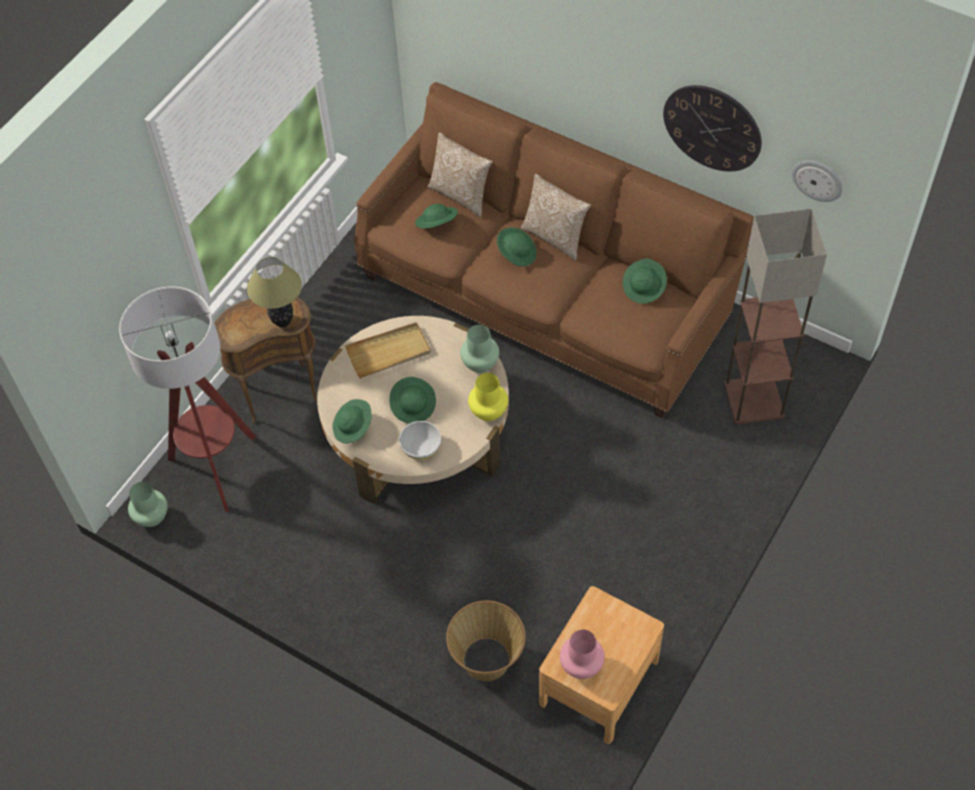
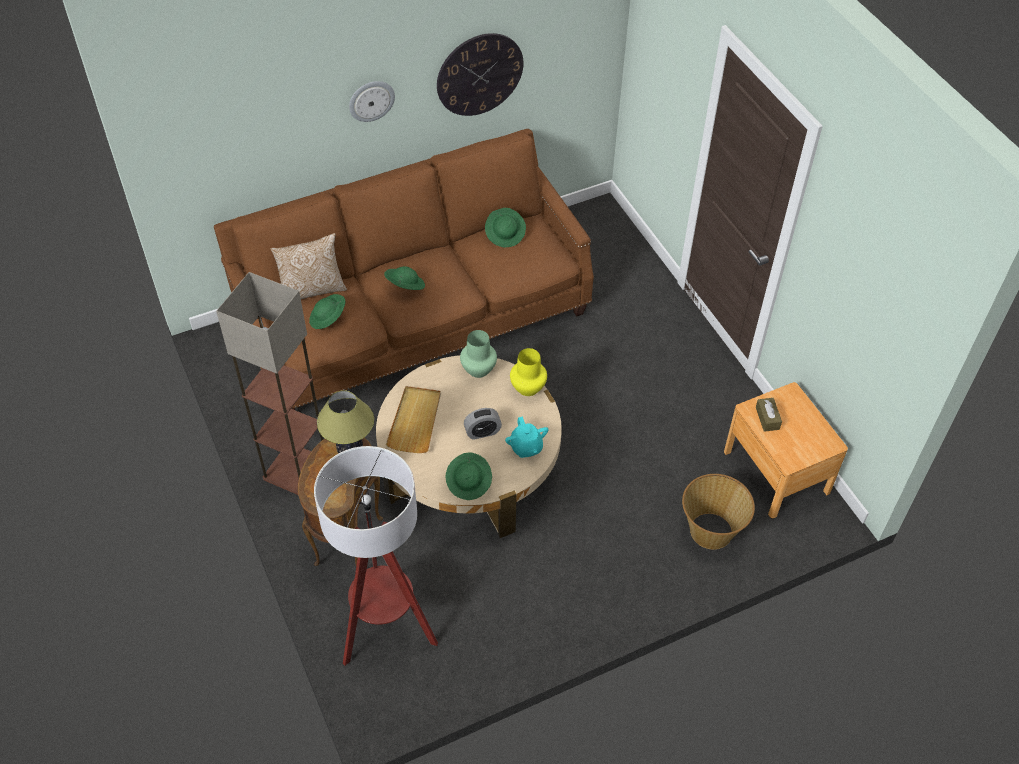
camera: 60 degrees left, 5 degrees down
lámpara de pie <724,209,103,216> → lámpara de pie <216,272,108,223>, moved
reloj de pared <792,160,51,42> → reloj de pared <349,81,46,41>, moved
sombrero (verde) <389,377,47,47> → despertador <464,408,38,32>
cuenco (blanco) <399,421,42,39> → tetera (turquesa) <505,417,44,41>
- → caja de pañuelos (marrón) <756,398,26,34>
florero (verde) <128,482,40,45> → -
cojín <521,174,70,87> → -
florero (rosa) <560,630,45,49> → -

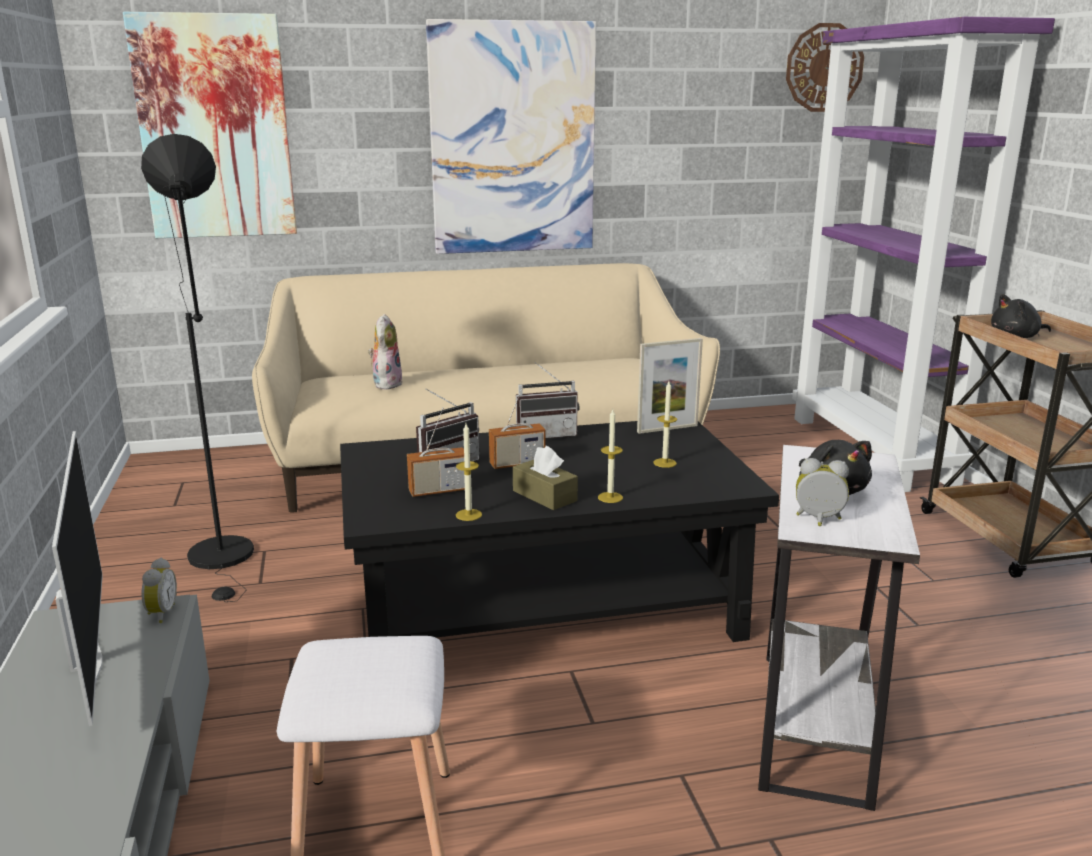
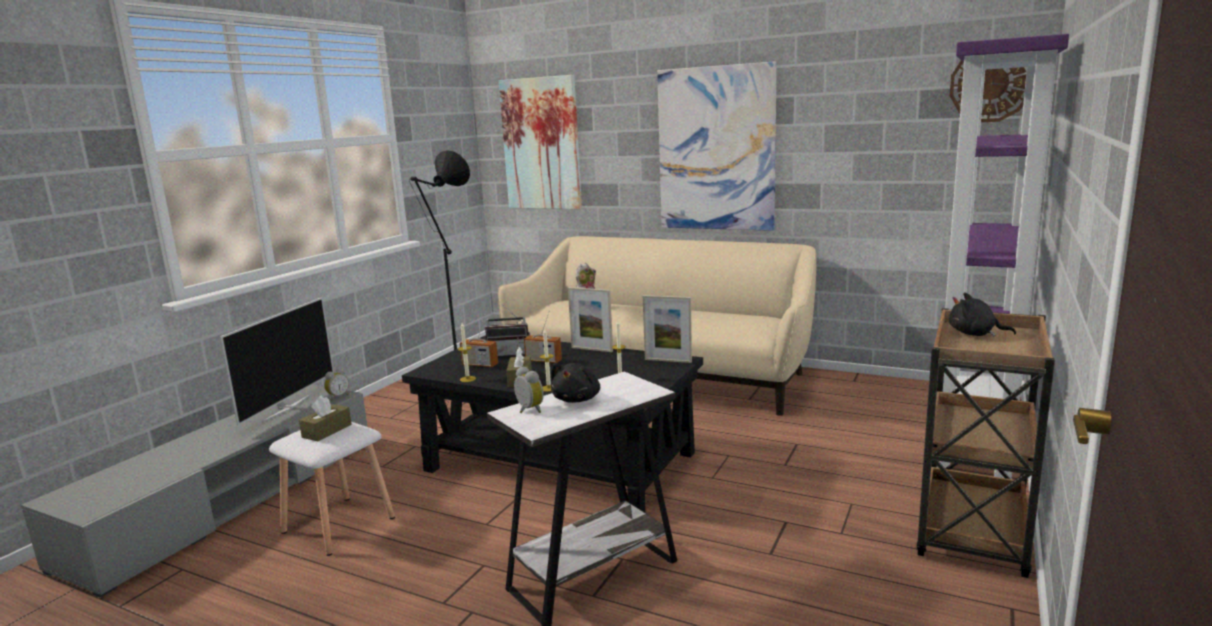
camera: 40 degrees right, 5 degrees down
- → caja de pañuelos (marrón) <299,396,53,45>
radio <516,362,64,76> → portarretratos <568,287,45,65>

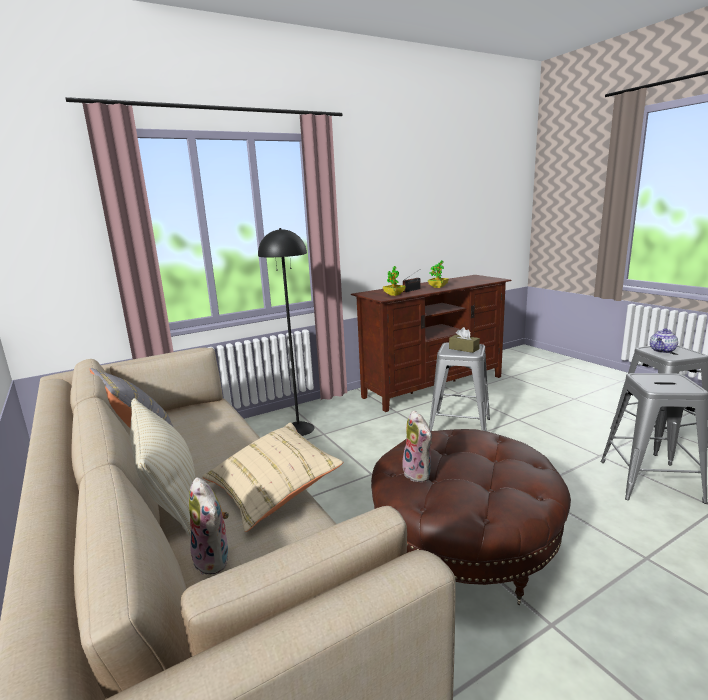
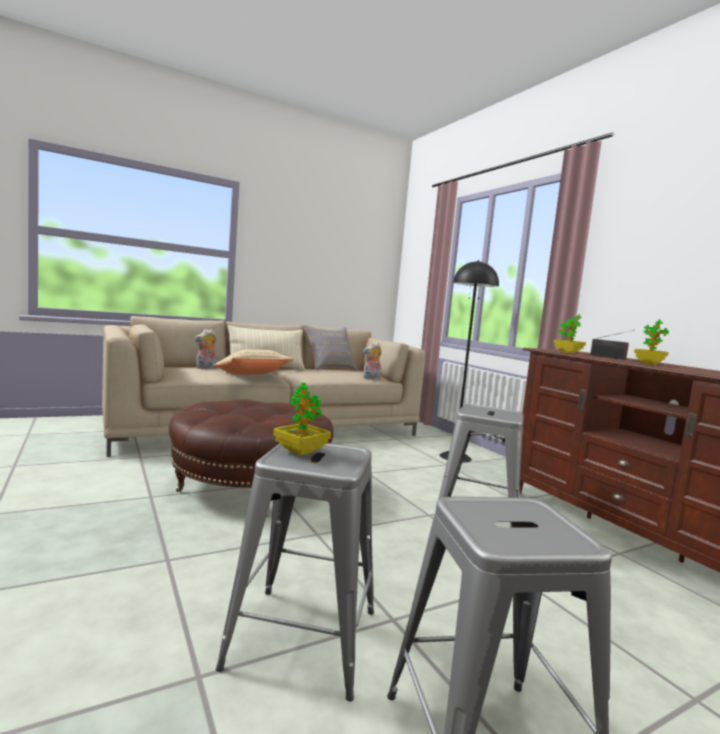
camera: 90 degrees right, 10 degrees down
- → planta en maceta <273,382,58,73>
peluche <402,410,30,72> → peluche <363,343,19,36>, moved
caja de pañuelos (marrón) <449,327,31,26> → -
tetera <650,328,28,25> → -

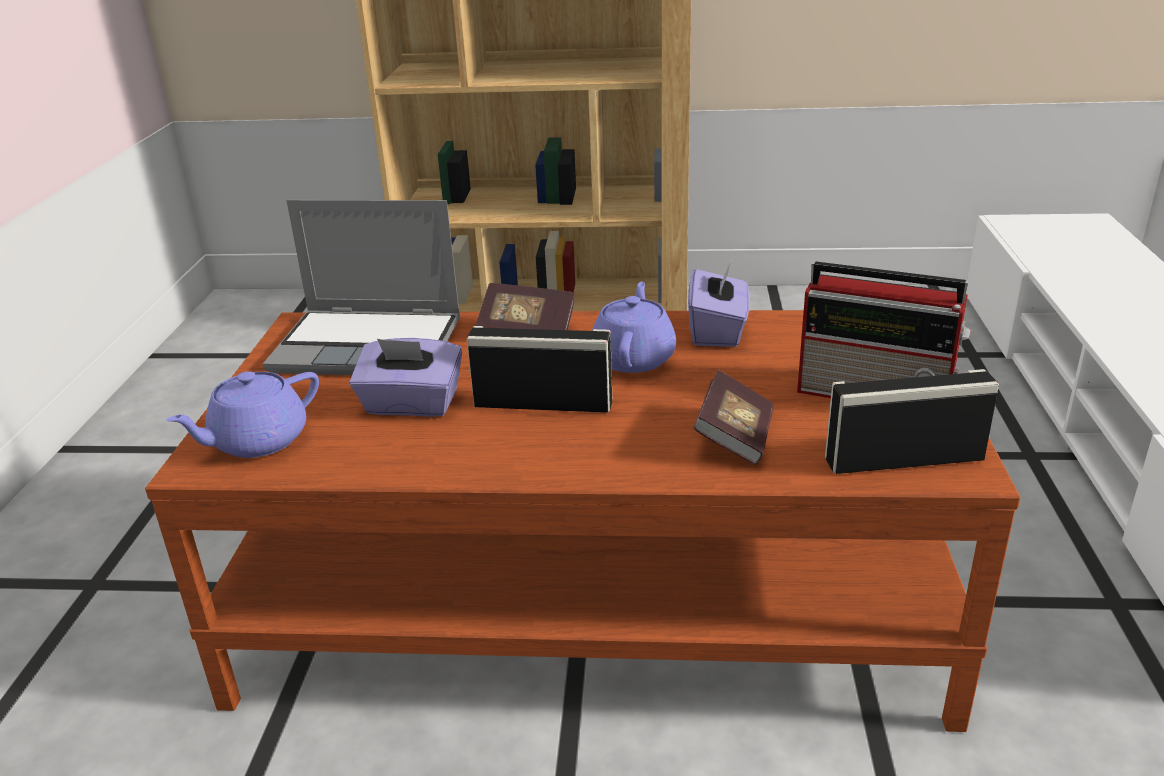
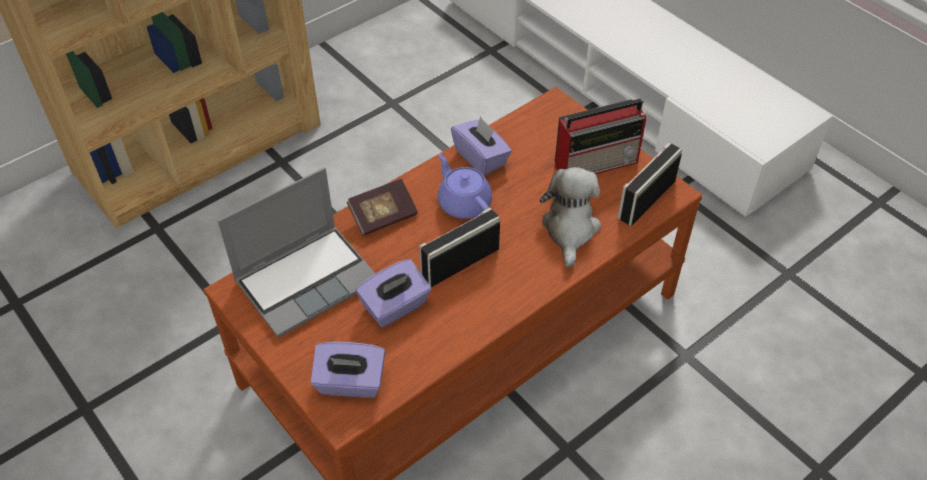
camera: 45 degrees left, 20 degrees up
tetera (morado) <166,371,153,87> → caja de pañuelos (morado) <310,342,75,56>
libro <694,370,80,95> → peluche <540,167,61,100>

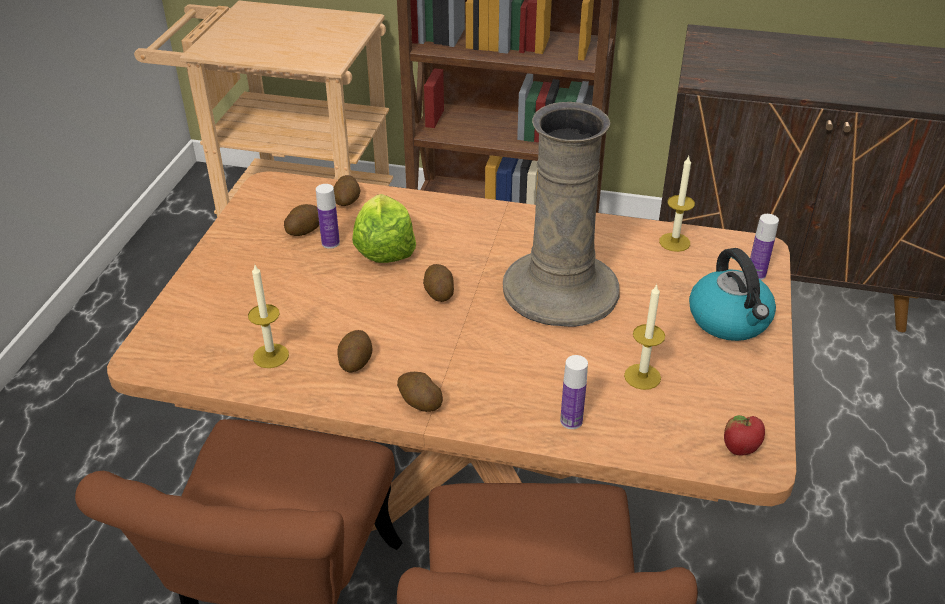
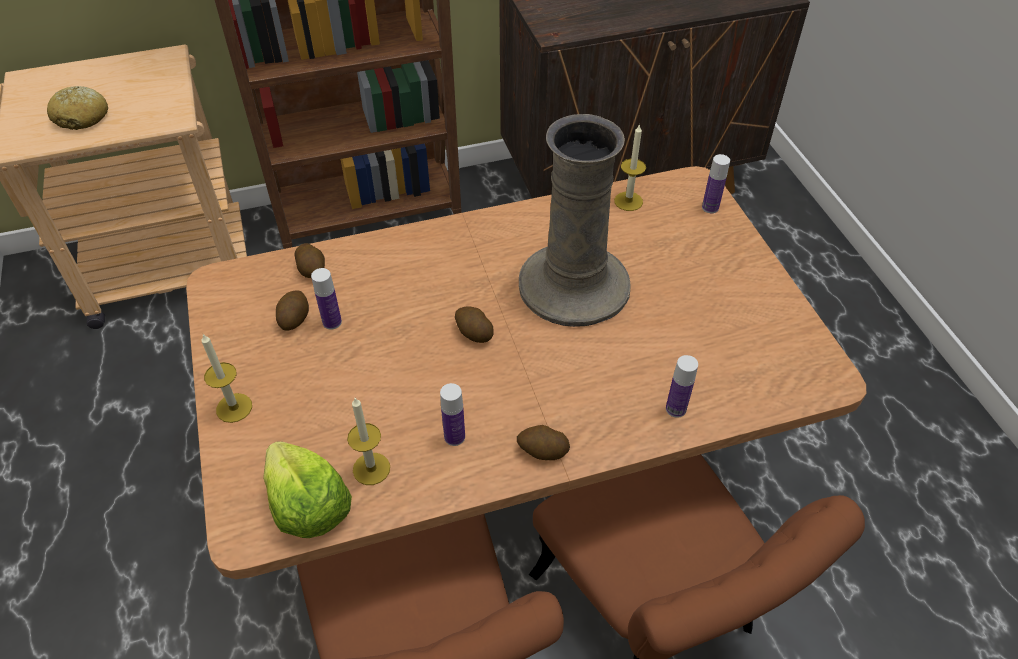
camera: 30 degrees left, 10 degrees up
- → pan <47,86,61,44>
vela <624,284,41,106> → vela <201,334,51,89>, moved
lechuga <352,194,64,69> → lechuga <263,441,89,97>, moved
patata <337,330,36,42> → botella <440,383,25,63>
hervidor <689,248,87,93> → -
manzana <724,415,41,40> → -

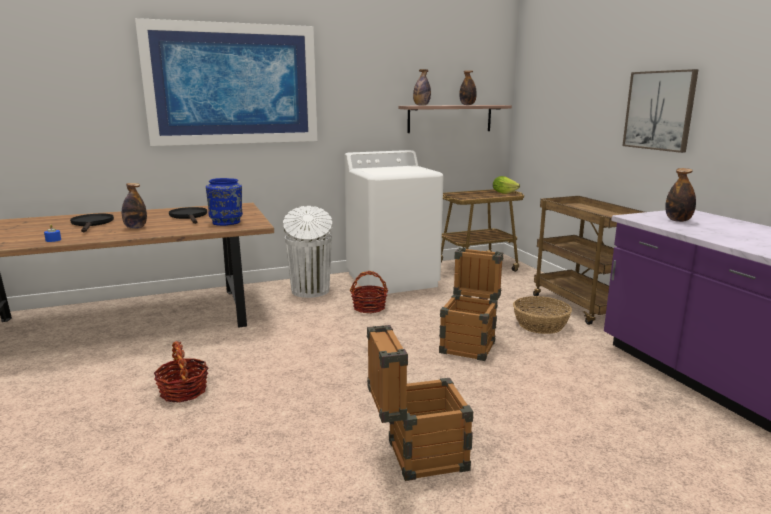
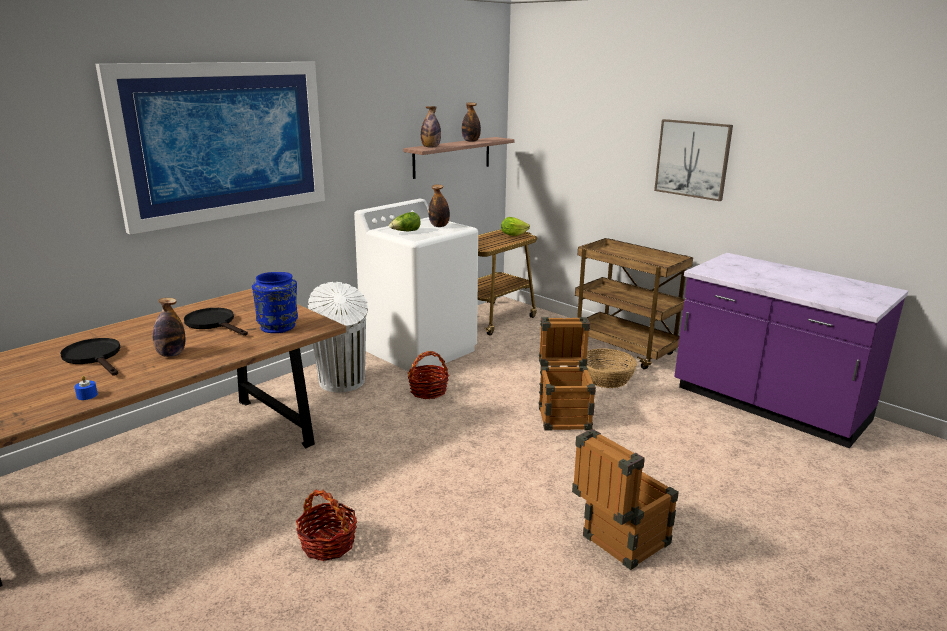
camera: 25 degrees left, 5 degrees up
- → lechuga <389,212,32,19>
botella <665,168,31,54> → botella <428,185,22,42>, moved

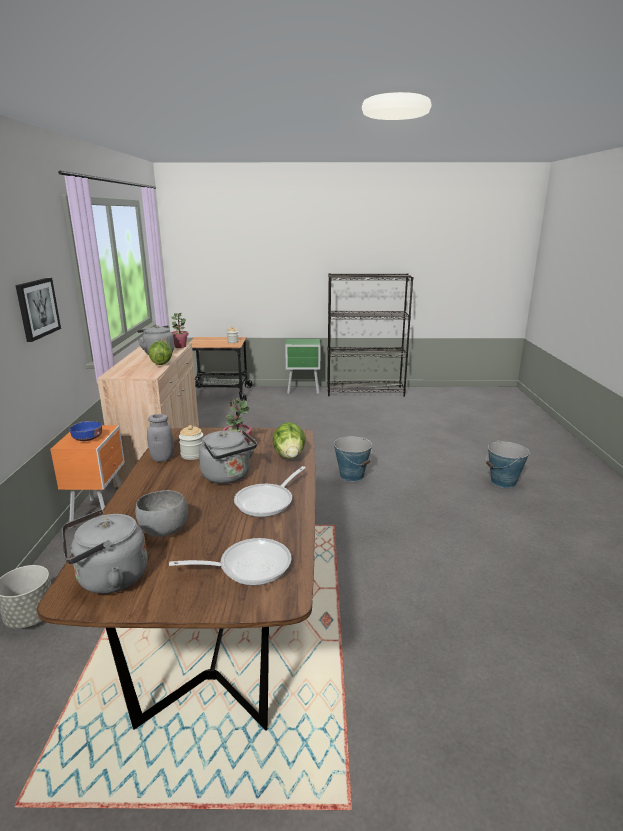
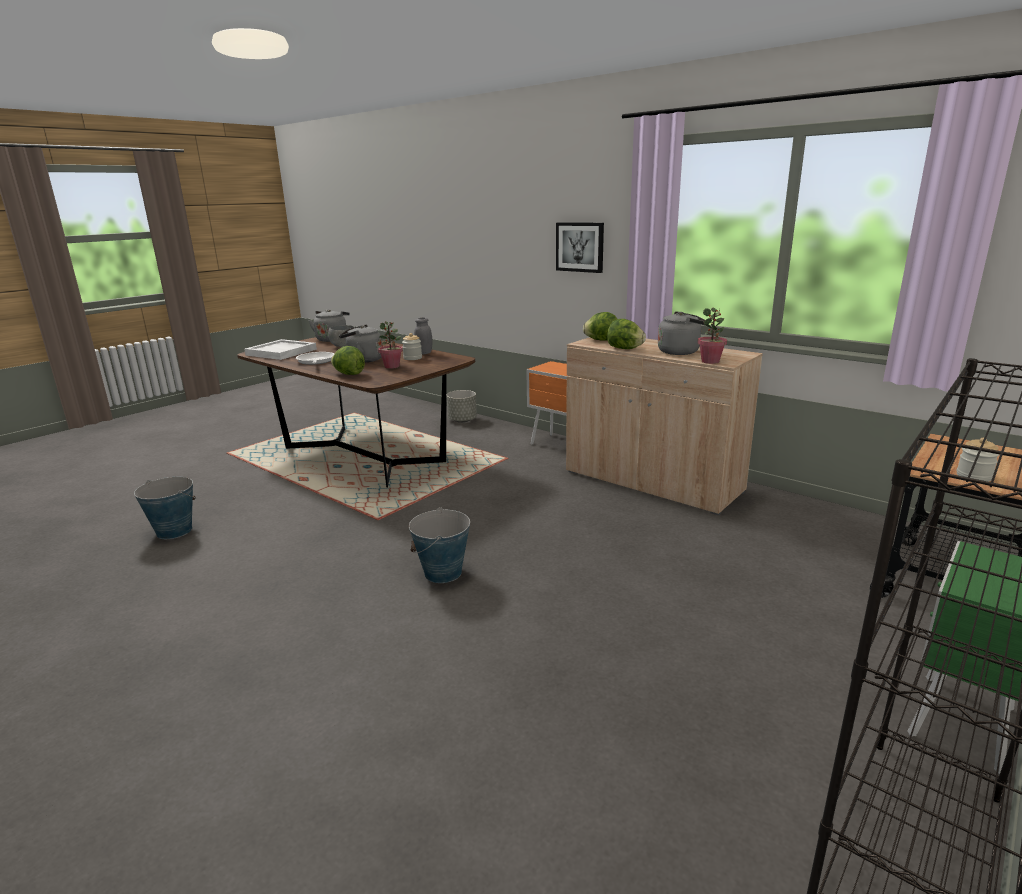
camera: 130 degrees right, 0 degrees up
cubo <486,440,44,48> → cubo <134,477,63,62>, moved
sartén <169,538,123,47> → bandeja (blanco) <244,339,73,21>
- → lechuga <583,312,34,29>
cuenco (azul) <69,421,33,20> → -

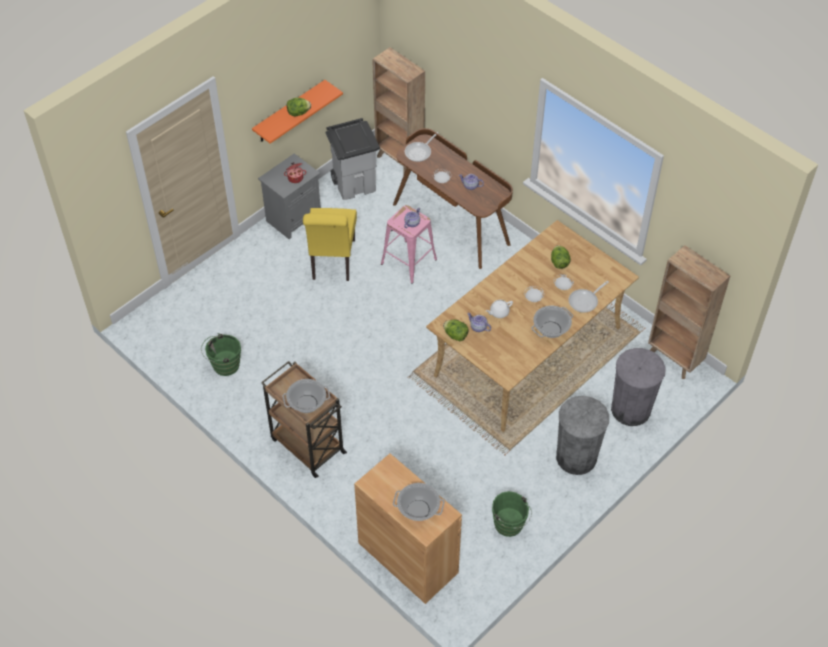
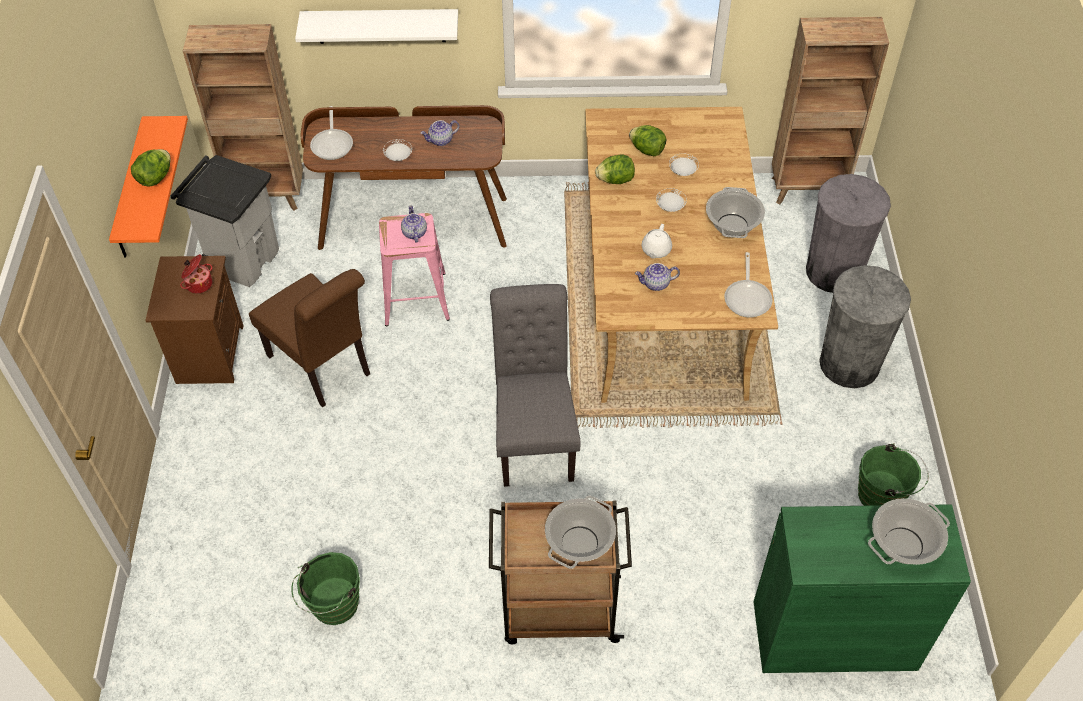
camera: 45 degrees left, 0 degrees up
mesita de noche (gris) <258,154,63,85> → mesita de noche (marrón) <145,256,98,128>
silla (amarillo) <303,208,54,73> → silla (marrón) <249,269,121,139>
- → estante (blanco) <295,9,163,35>
- → silla (gris) <490,284,90,203>
lechuga <443,320,26,21> → lechuga <595,155,40,29>, moved
sartén <569,281,40,32> → sartén <724,252,49,65>, moved
armario (marrón) <354,454,108,150> → armario (verde) <754,504,217,169>

